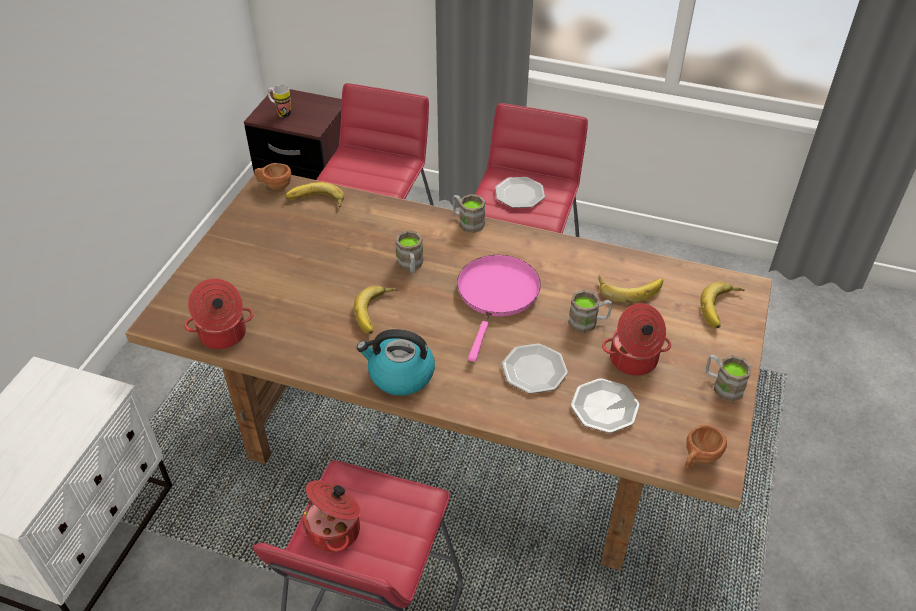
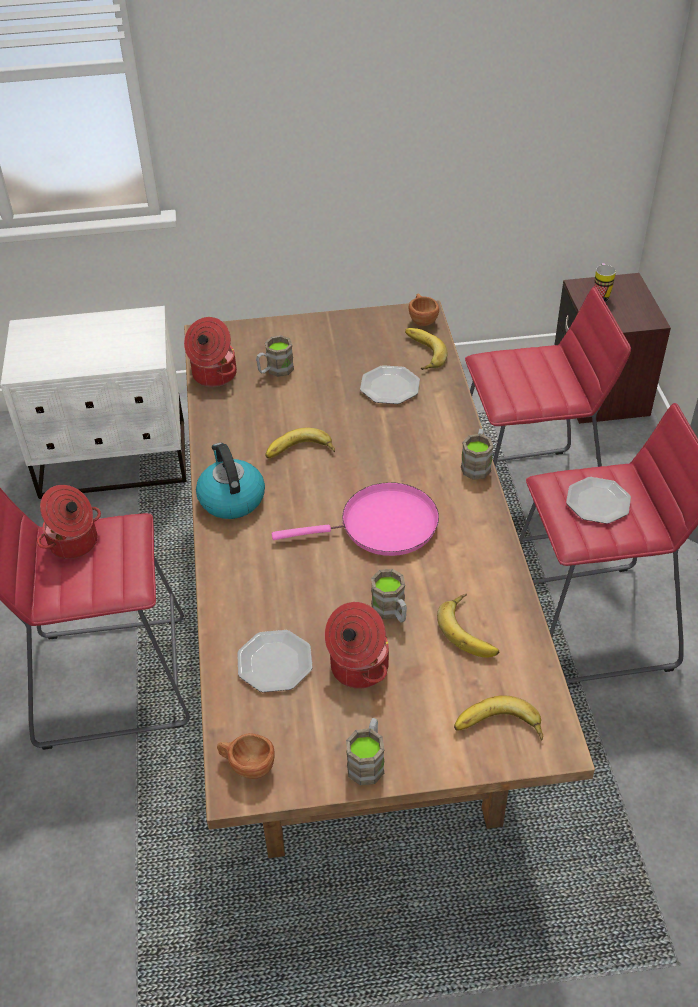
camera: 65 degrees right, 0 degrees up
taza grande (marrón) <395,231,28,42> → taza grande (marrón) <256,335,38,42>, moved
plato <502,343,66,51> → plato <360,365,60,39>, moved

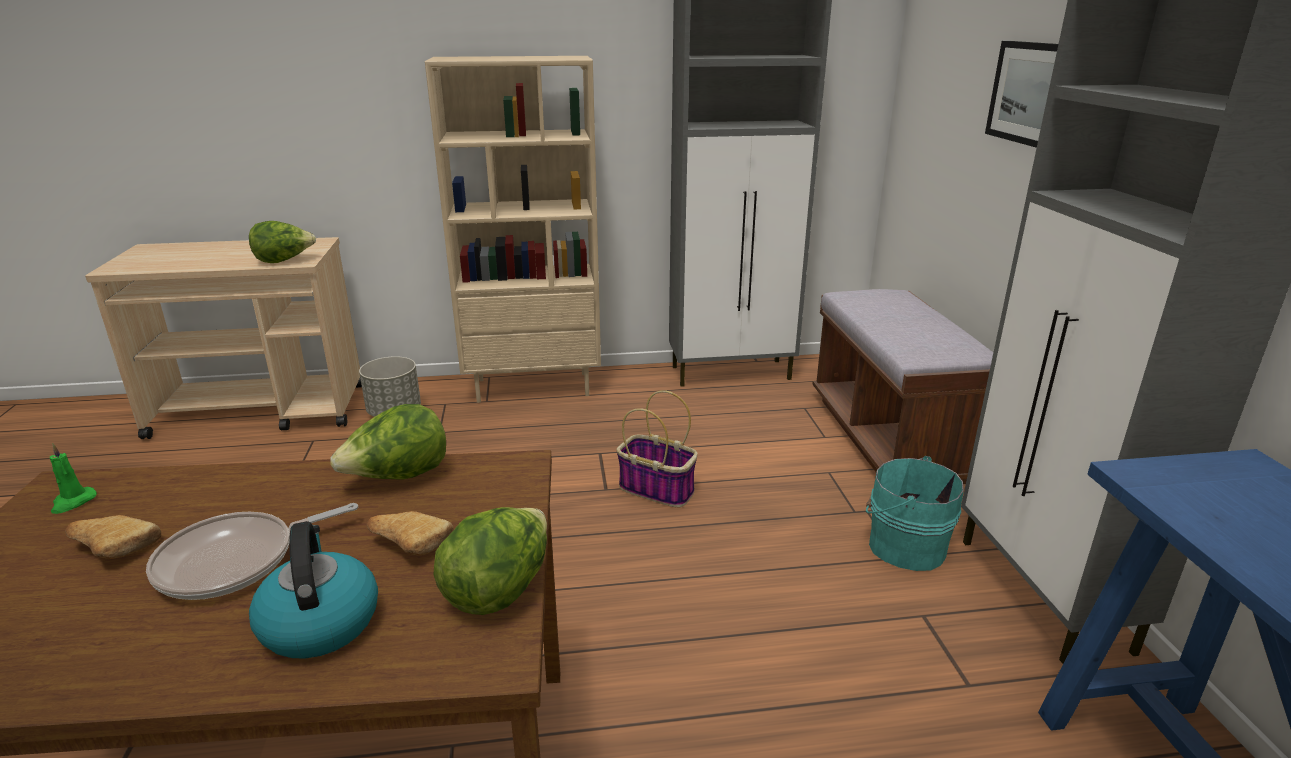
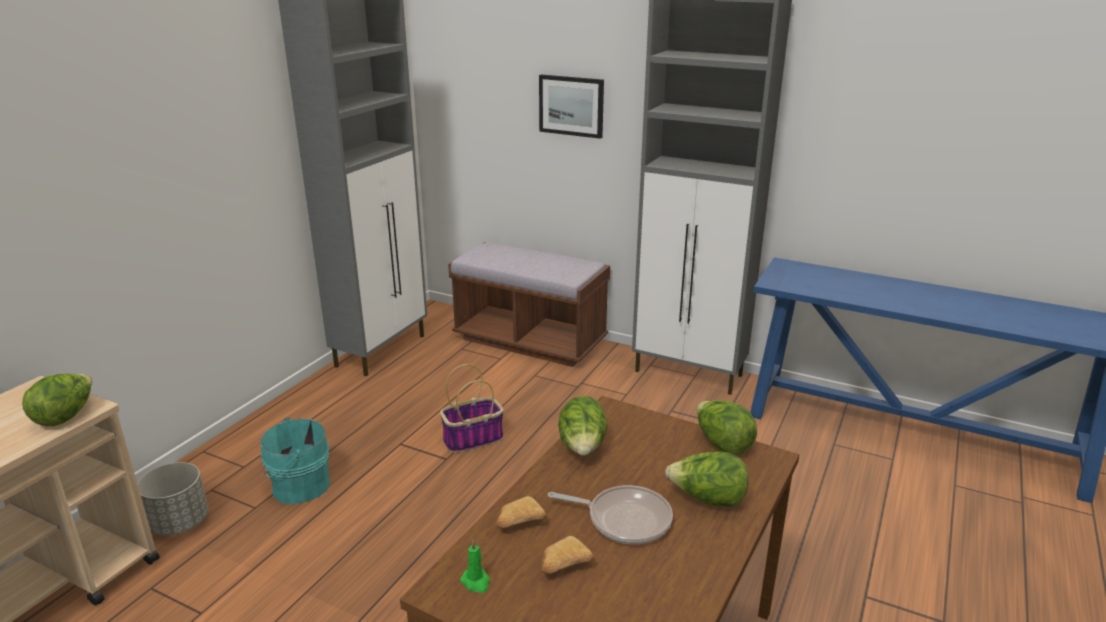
camera: 55 degrees left, 0 degrees up
cubo (turquesa) <866,456,98,115> → cubo (turquesa) <260,417,70,87>, moved
pan <367,511,87,45> → pan <496,496,51,32>, moved
sartén <146,503,212,97> → sartén <548,485,125,59>, 75 degrees counterclockwise
hervidor <249,521,129,138> → lechuga <665,451,83,56>
estantería (beis) <425,56,176,347> → -

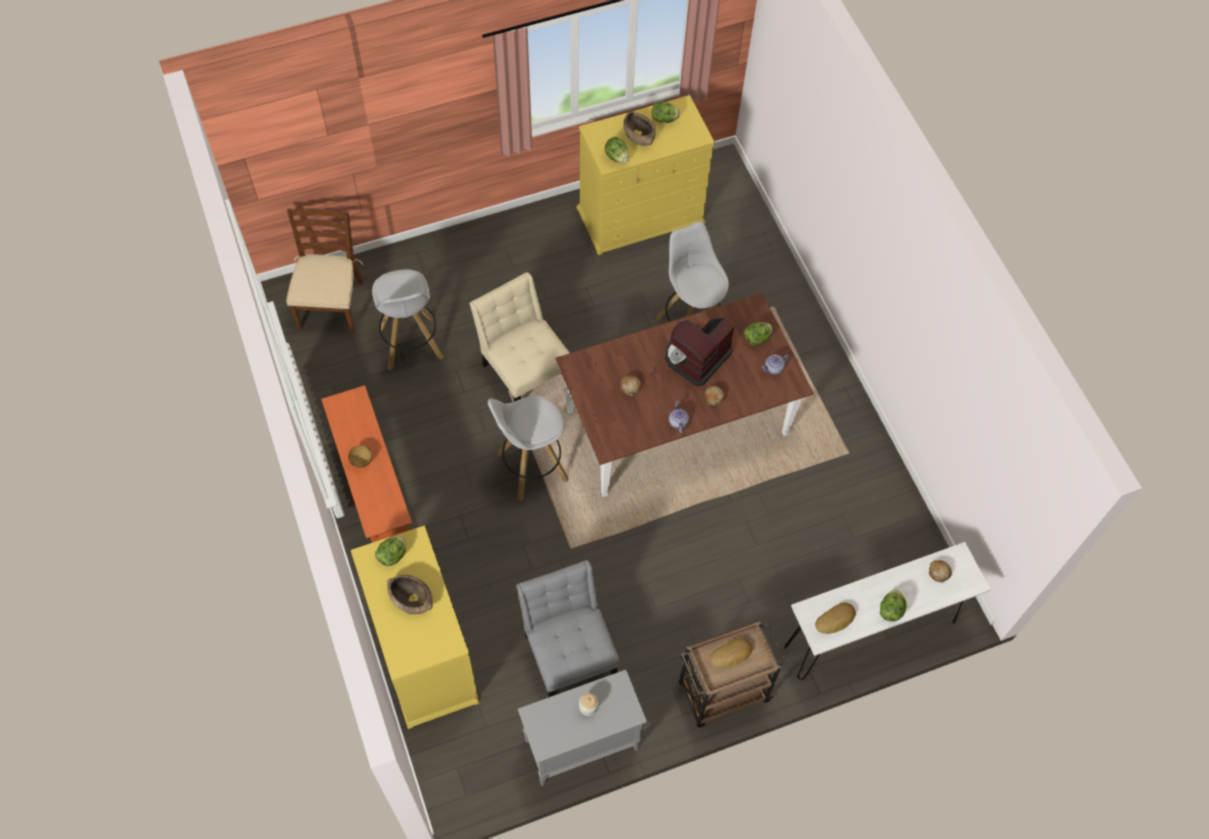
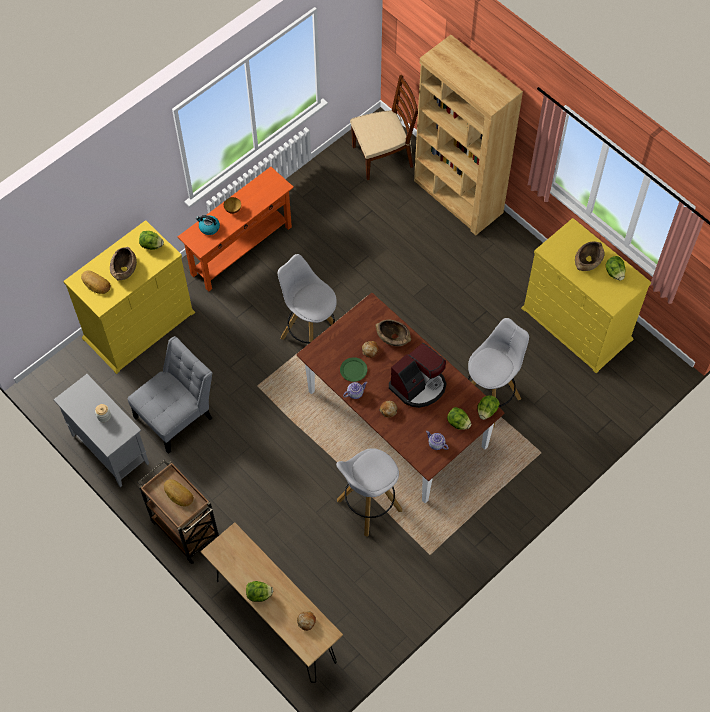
camera: 70 degrees right, 0 degrees up
pan <815,602,41,32> → pan <81,271,30,23>, moved
- → hervidor <196,215,24,20>
mesa consola (blanco) <784,542,207,138> → mesa consola (marrón) <201,522,142,161>
taburete (blanco) <372,269,72,101> → taburete (blanco) <336,448,66,89>, moved
- → plato (verde) <340,357,27,25>
- → cuenco (marrón) <375,319,36,27>
cafetera <665,318,70,68> → cafetera <389,343,57,65>, 120 degrees clockwise
- → estantería (marrón) <414,35,109,200>
lechuga <605,137,24,26> → lechuga <477,395,23,25>, moved
silla (beis) <469,272,101,130> → -

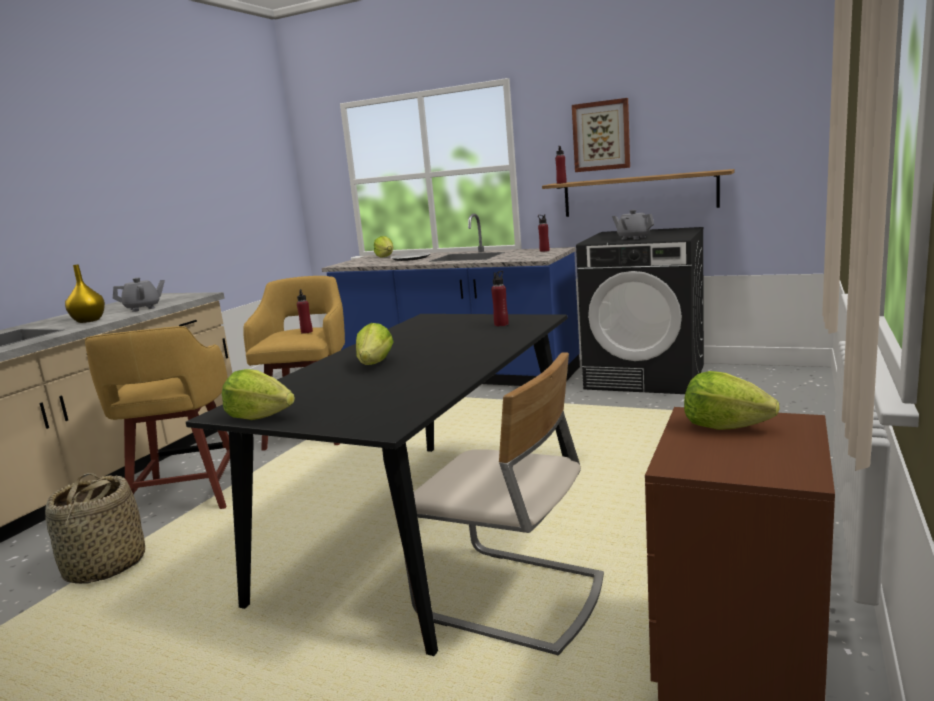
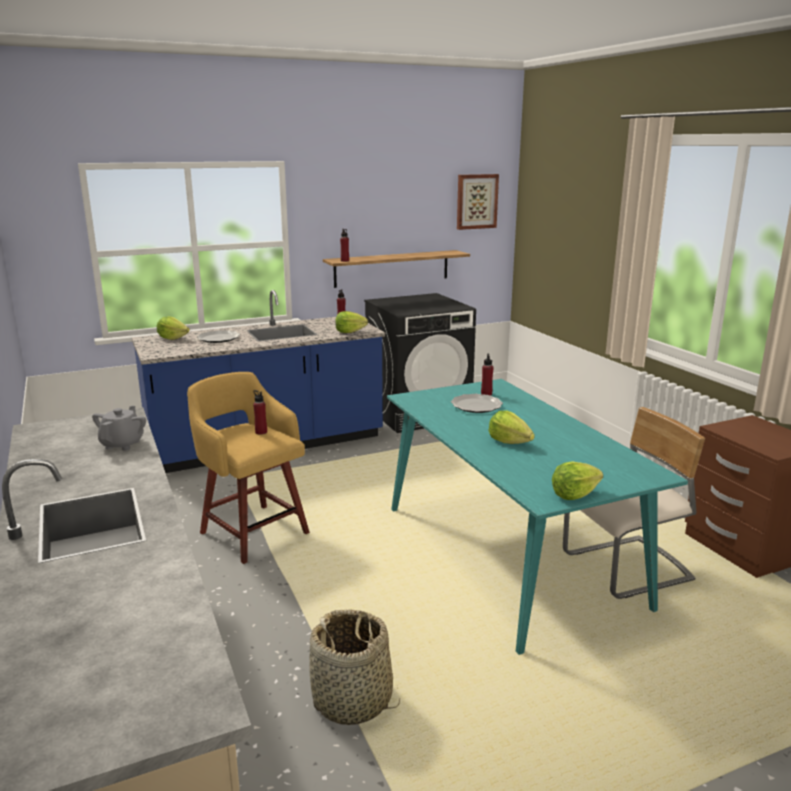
camera: 50 degrees left, 5 degrees up
lechuga <684,371,95,59> → lechuga <335,311,33,22>, moved
mesa de comedor (negro) <186,314,383,342> → mesa de comedor (turquesa) <387,379,301,276>
- → plato <451,394,52,19>
cuadro <572,98,58,74> → cuadro <457,174,42,56>, moved
florero (amarillo) <65,264,40,59> → -
taburete (amarillo) <85,326,145,183> → -
tetera (gris) <612,210,42,30> → -

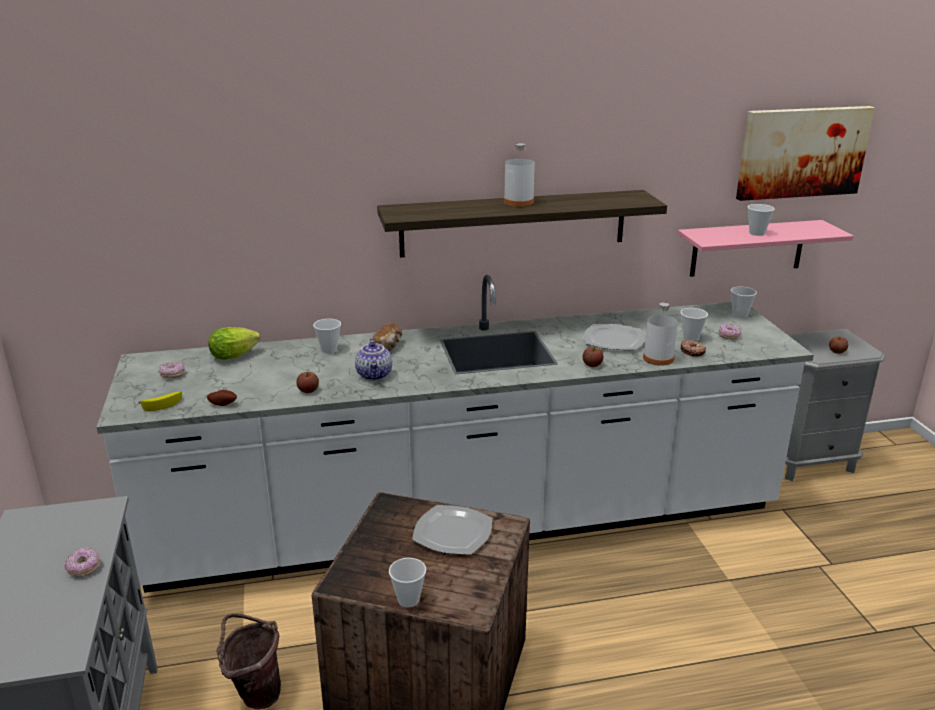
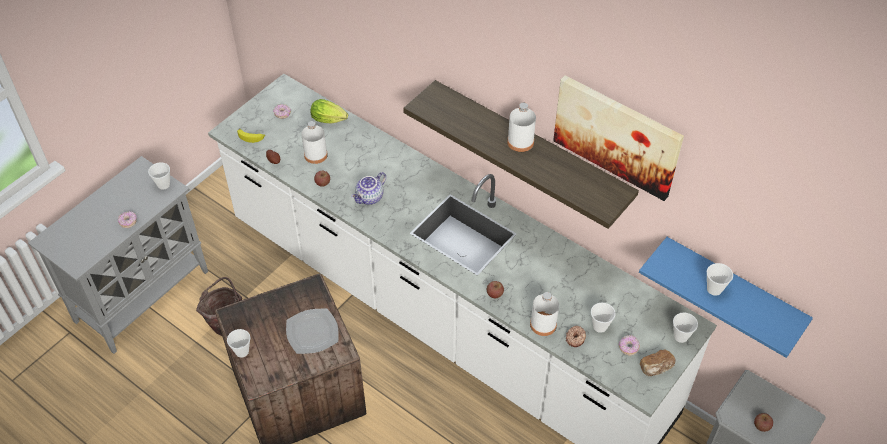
camera: 50 degrees right, 25 degrees up
taza <313,319,28,34> → taza <148,162,22,28>, moved
- → botella (blanco) <301,121,27,43>
cuadro <736,106,139,95> → cuadro <553,75,131,126>, moved
estante (rosa) <678,220,175,57> → estante (azul) <639,237,174,121>
pan <373,324,29,27> → pan <640,350,36,26>, moved
plato <584,324,61,26> → -

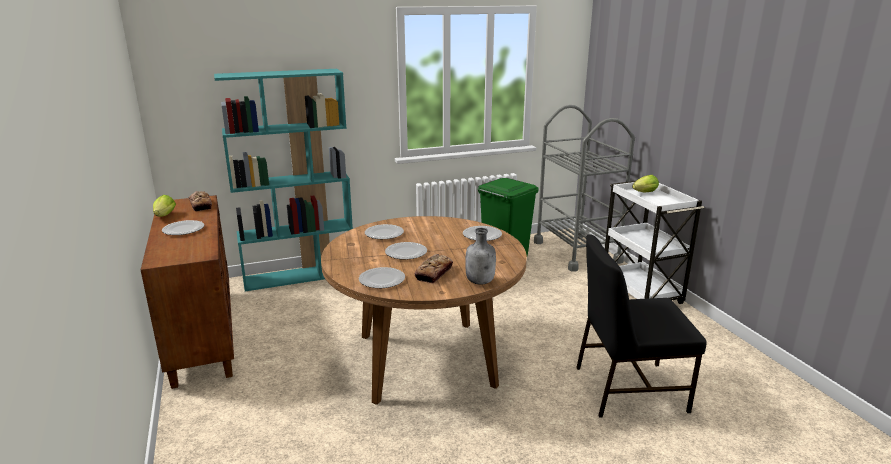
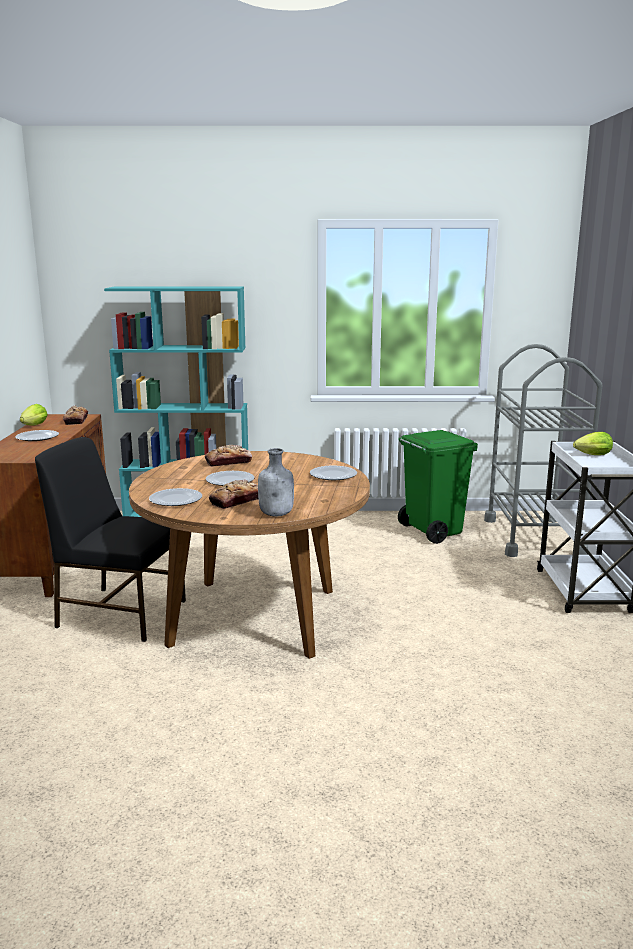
camera: 20 degrees right, 5 degrees down
silla (negro) <576,234,131,184> → silla (negro) <35,437,151,205>, moved
plato <365,224,39,15> → pan <205,445,47,22>

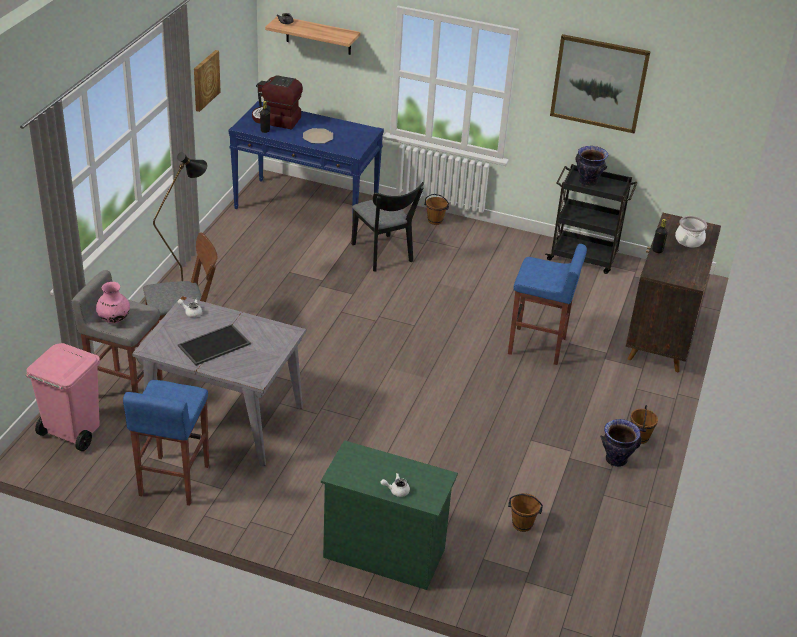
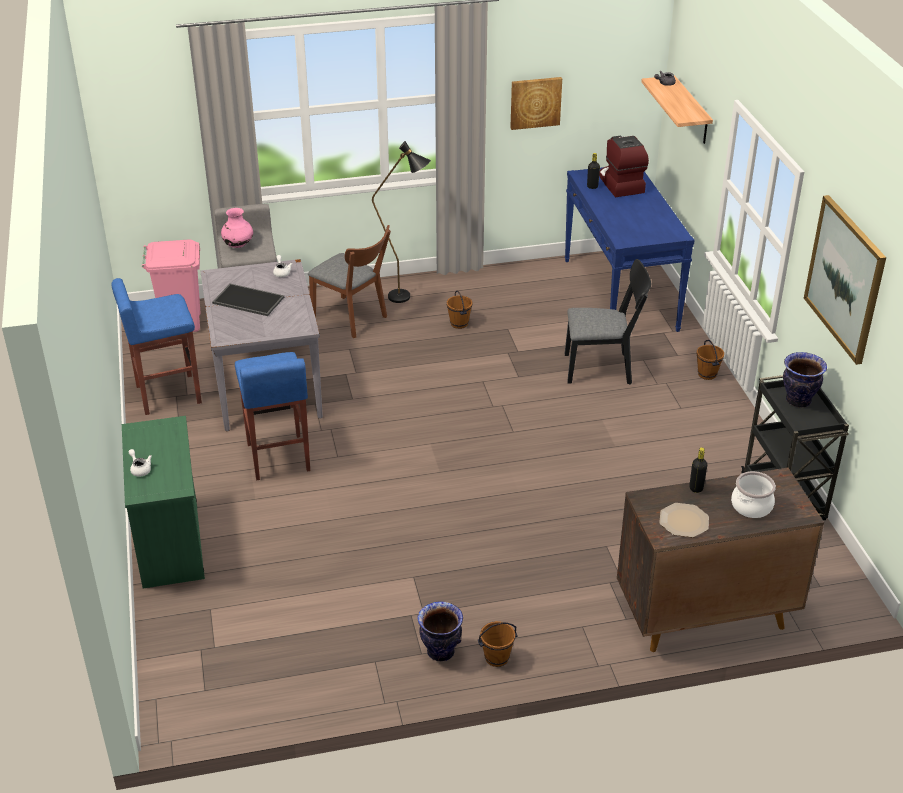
camera: 60 degrees right, 0 degrees up
taburete (azul) <508,244,79,121> → taburete (azul) <235,352,75,128>, moved
cubo (marrón) <508,493,35,39> → cubo (marrón) <447,290,25,39>, moved
silla (negro) <351,182,73,89> → silla (negro) <565,259,86,126>, 120 degrees counterclockwise
plato <303,128,30,16> → plato <659,503,50,34>, moved

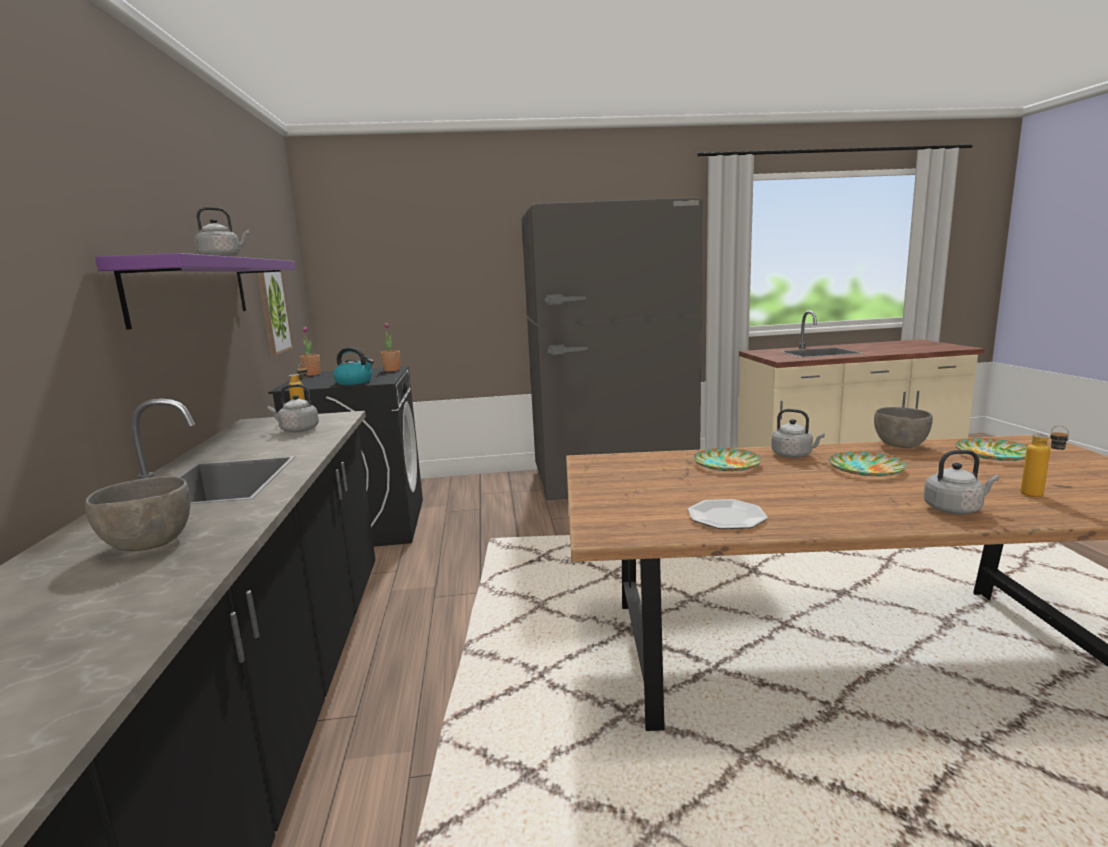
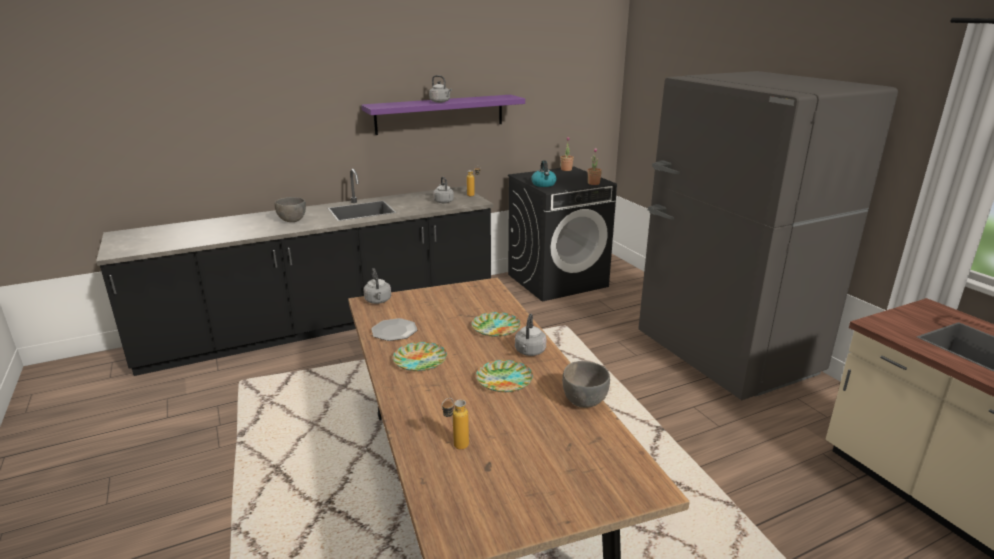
camera: 70 degrees right, 10 degrees up
hervidor (gris) <924,450,75,64> → hervidor (gris) <363,268,28,36>, moved
plato <955,438,72,23> → plato <393,342,54,29>, moved
cuadro <257,270,37,86> → -

